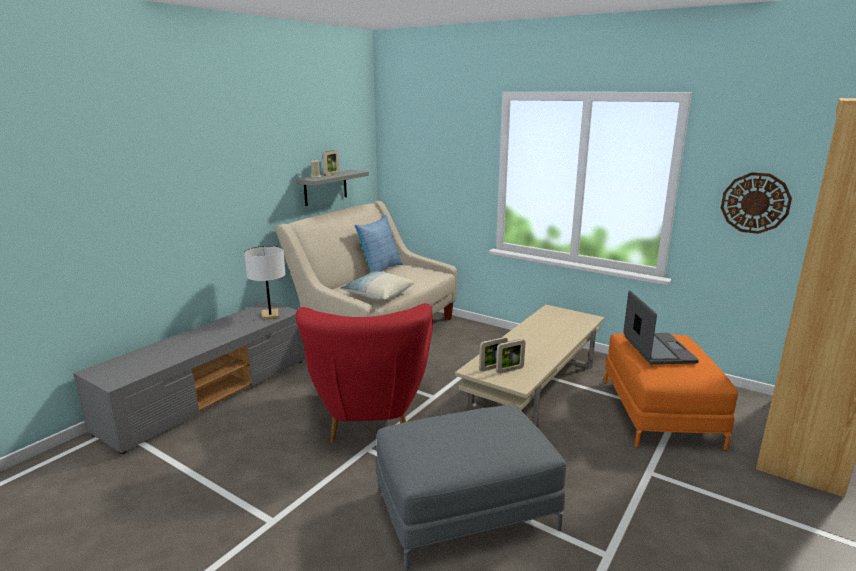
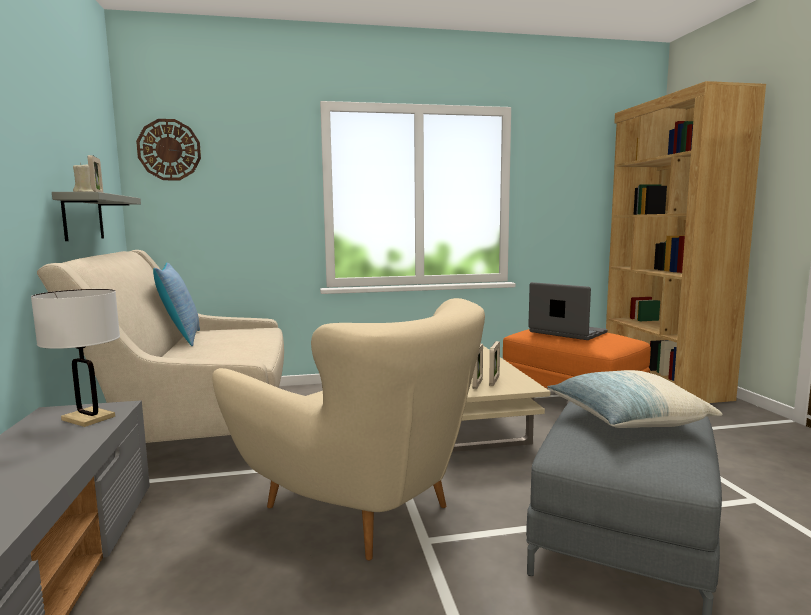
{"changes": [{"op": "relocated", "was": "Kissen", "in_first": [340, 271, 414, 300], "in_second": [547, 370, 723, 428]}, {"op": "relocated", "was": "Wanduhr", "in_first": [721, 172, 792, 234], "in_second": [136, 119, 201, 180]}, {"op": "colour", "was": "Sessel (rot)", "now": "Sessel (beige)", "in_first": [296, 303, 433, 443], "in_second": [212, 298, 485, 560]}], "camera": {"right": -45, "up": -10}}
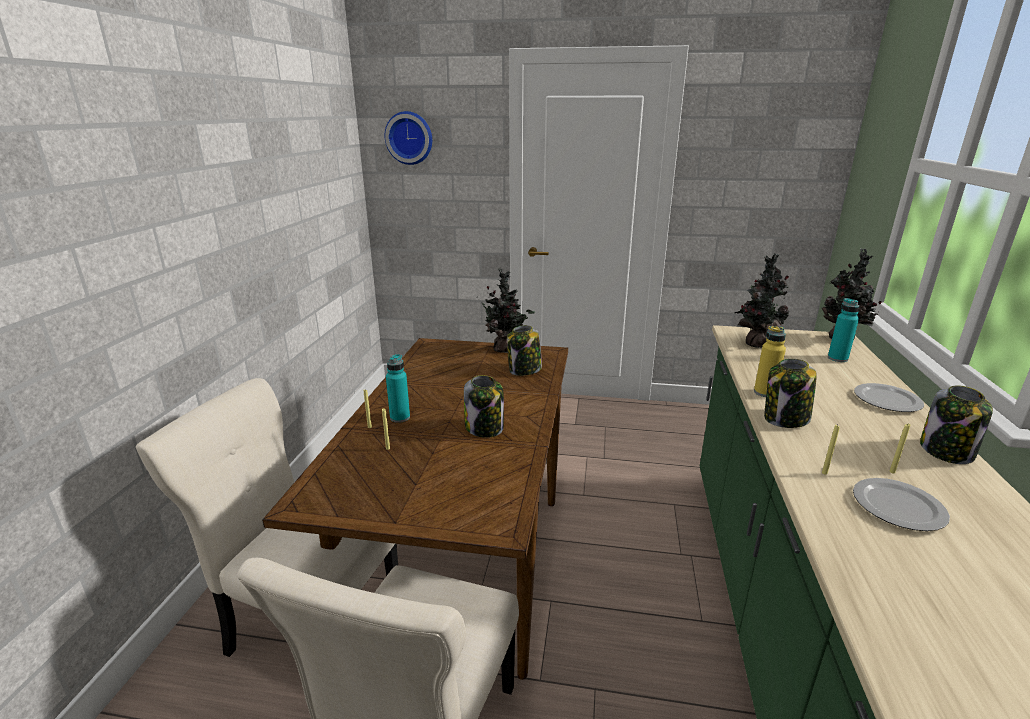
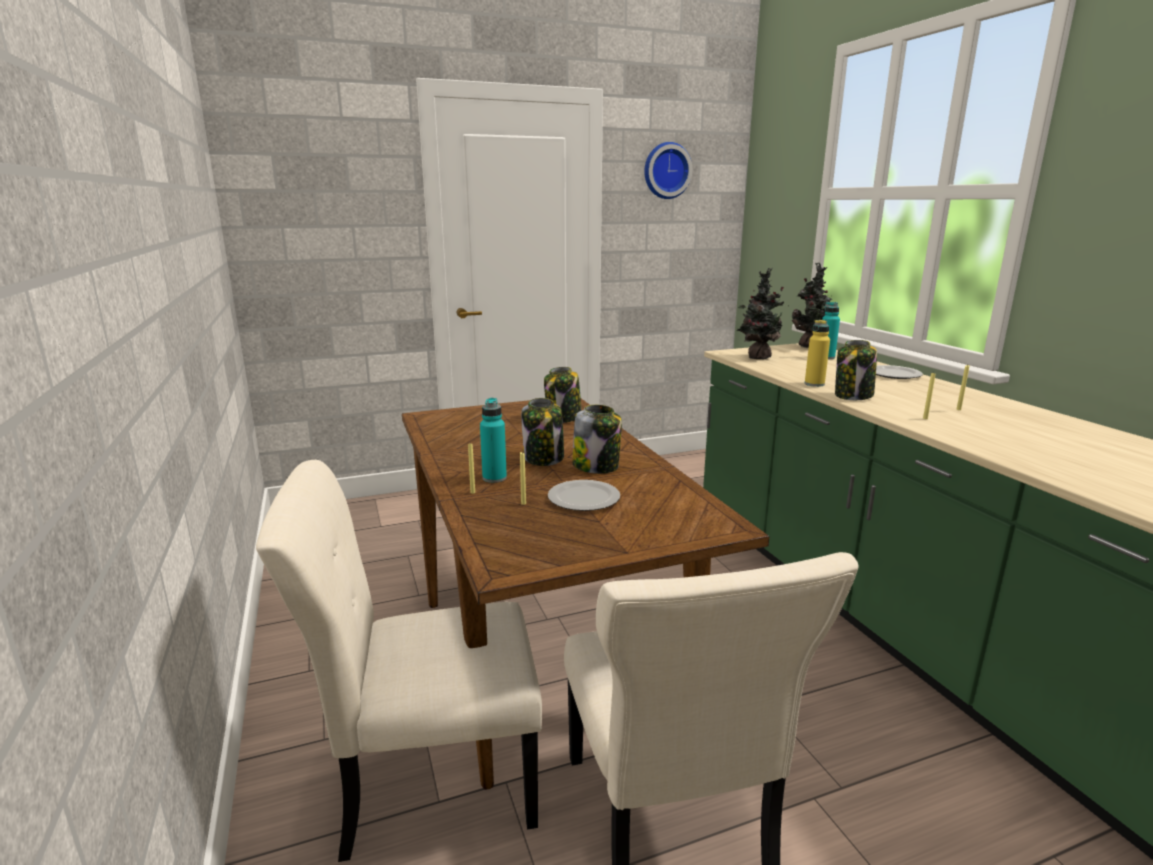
{"changes": [{"op": "missing", "was": "Topfpflanze", "in_first": [481, 268, 535, 353]}, {"op": "relocated", "was": "Wanduhr", "in_first": [385, 111, 432, 165], "in_second": [644, 142, 692, 199]}, {"op": "relocated", "was": "Teller", "in_first": [853, 478, 950, 531], "in_second": [548, 480, 620, 511]}, {"op": "relocated", "was": "Vorratsglas", "in_first": [920, 385, 993, 464], "in_second": [521, 398, 564, 466]}], "camera": {"right": -30, "up": -5}}
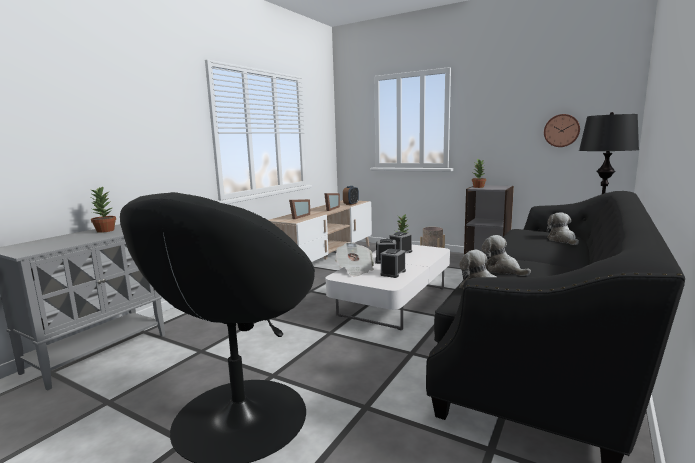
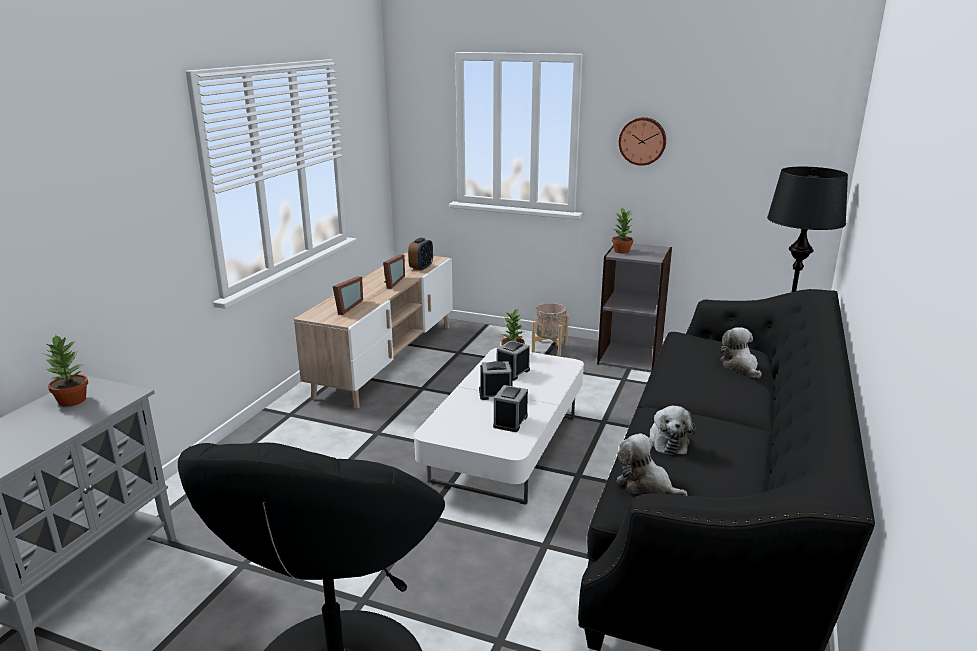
{"changes": [{"op": "missing", "was": "Zeitung", "in_first": [335, 242, 374, 277]}, {"op": "relocated", "was": "Wanduhr", "in_first": [544, 114, 580, 147], "in_second": [619, 117, 666, 166]}, {"op": "spun", "was": "Plüschtier", "in_first": [481, 235, 531, 276], "in_second": [649, 406, 695, 455], "clockwise": -135}], "camera": {"right": -10, "up": 10}}
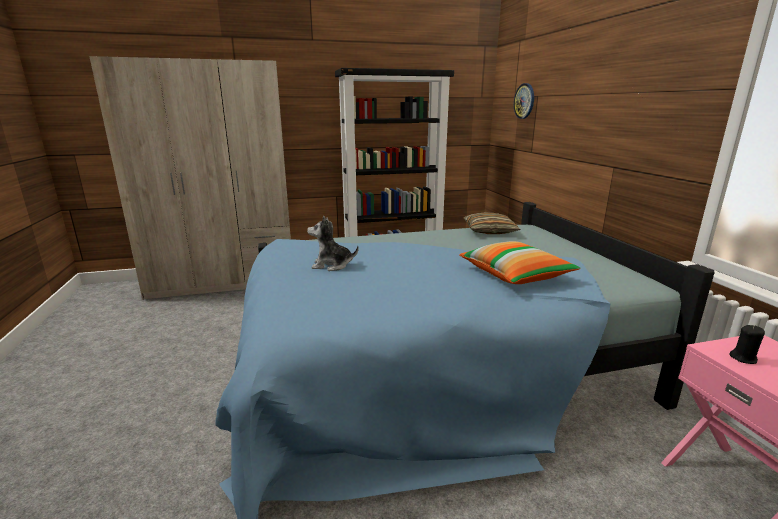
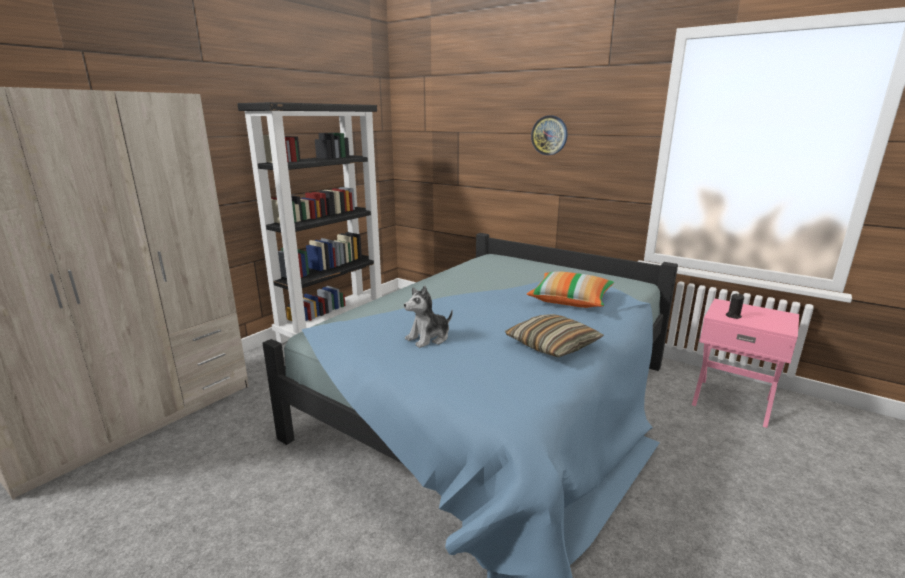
{"changes": [{"op": "relocated", "was": "Kissen", "in_first": [463, 213, 520, 234], "in_second": [505, 314, 604, 357]}, {"op": "relocated", "was": "Wanduhr", "in_first": [514, 83, 534, 119], "in_second": [531, 115, 568, 155]}], "camera": {"right": -40, "up": 0}}
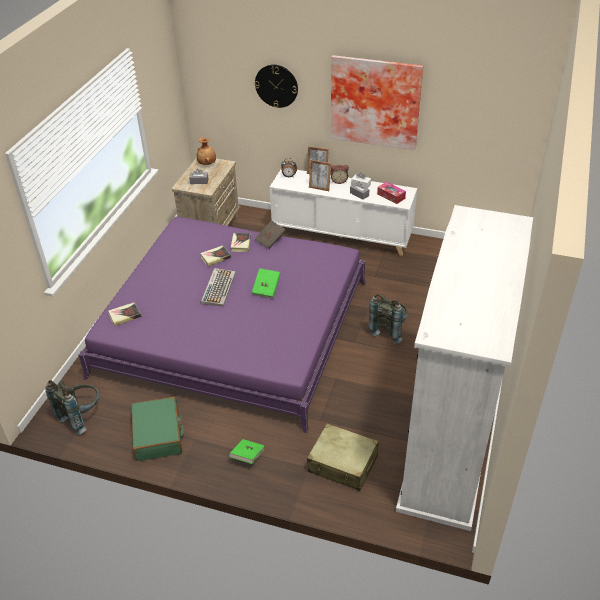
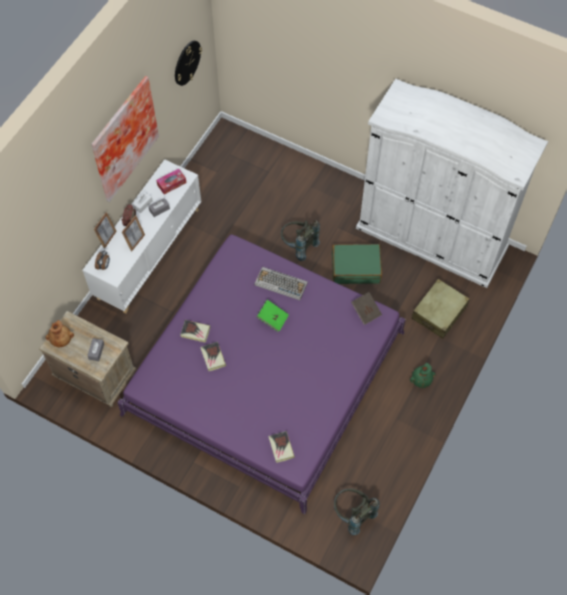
{"changes": [{"op": "relocated", "was": "Koffer (grün)", "in_first": [131, 397, 184, 461], "in_second": [332, 244, 382, 284]}, {"op": "relocated", "was": "Tastatur", "in_first": [200, 268, 236, 307], "in_second": [255, 267, 308, 300]}, {"op": "relocated", "was": "Wanduhr", "in_first": [255, 65, 298, 108], "in_second": [175, 41, 202, 86]}, {"op": "relocated", "was": "Buch (braun)", "in_first": [255, 220, 286, 249], "in_second": [351, 292, 382, 325]}, {"op": "exchanged", "was": "Buch (grün)", "now": "Vase (grün)", "in_first": [229, 439, 265, 464], "in_second": [410, 363, 435, 388]}], "camera": {"right": -80, "up": 20}}
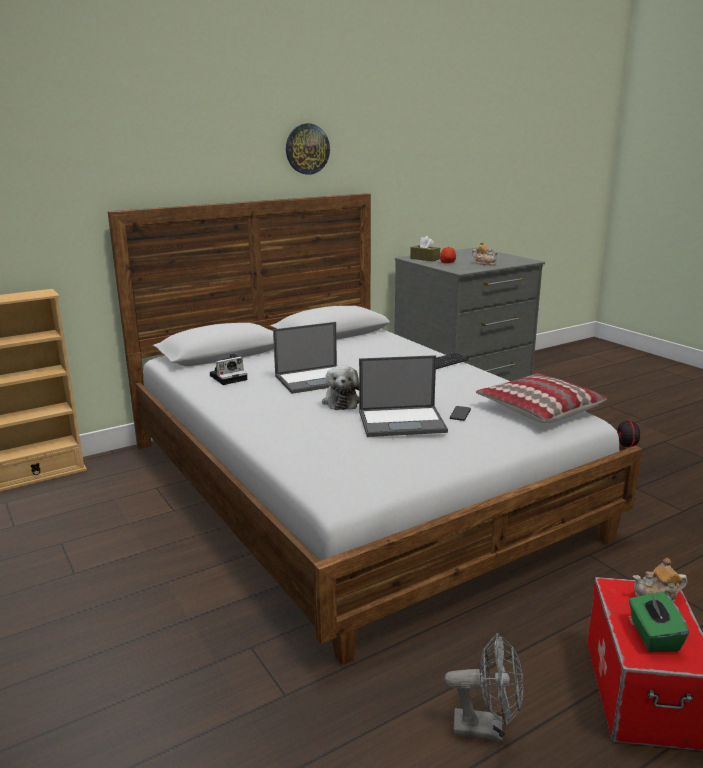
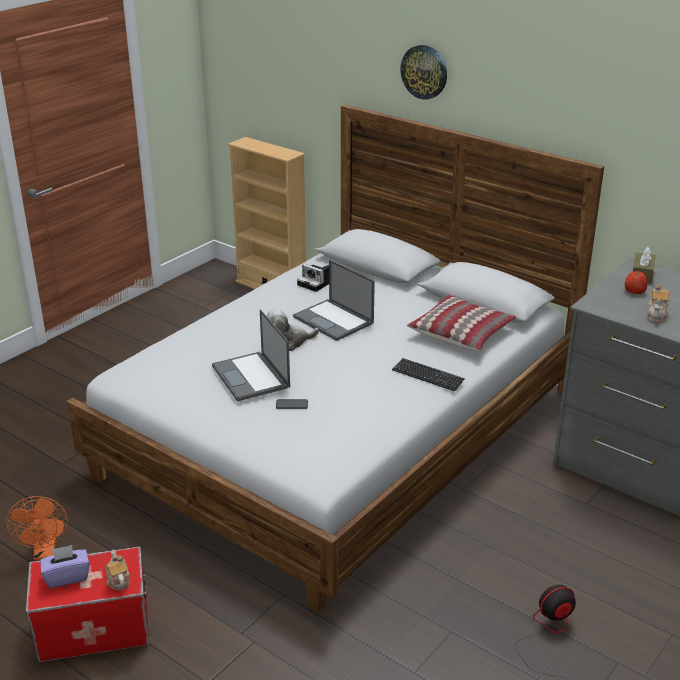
{"changes": [{"op": "relocated", "was": "Wanduhr", "in_first": [286, 124, 330, 175], "in_second": [400, 45, 447, 100]}, {"op": "relocated", "was": "Kissen", "in_first": [476, 373, 607, 423], "in_second": [407, 295, 516, 351]}, {"op": "colour", "was": "Ventilator (grau)", "now": "Ventilator (orange)", "in_first": [444, 633, 524, 742], "in_second": [6, 496, 68, 560]}, {"op": "colour", "was": "Taschentuchbox (grün)", "now": "Taschentuchbox (lila)", "in_first": [629, 591, 689, 652], "in_second": [40, 545, 89, 588]}], "camera": {"right": 70, "up": 10}}
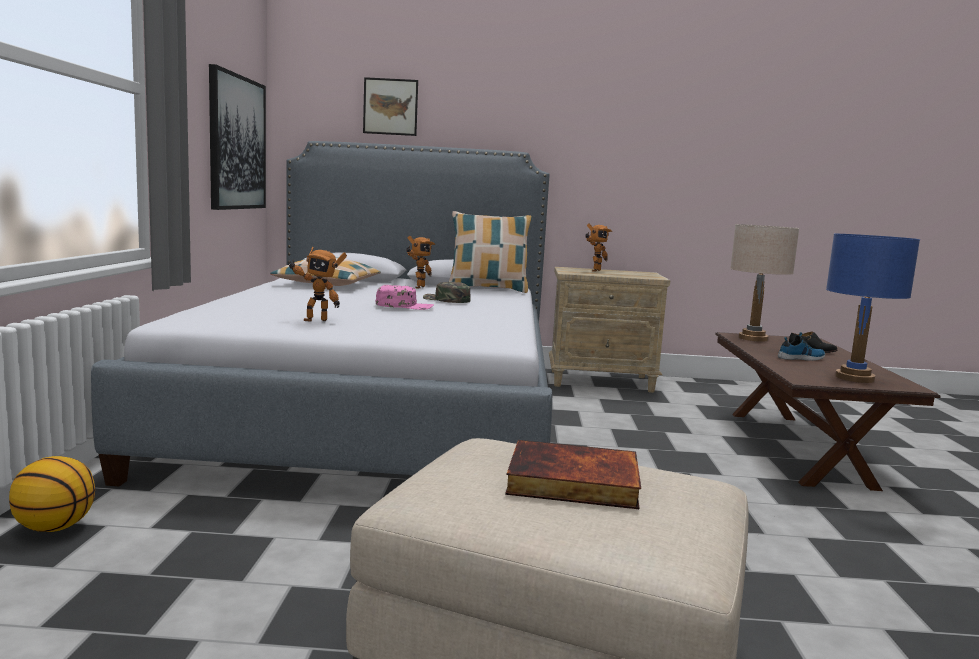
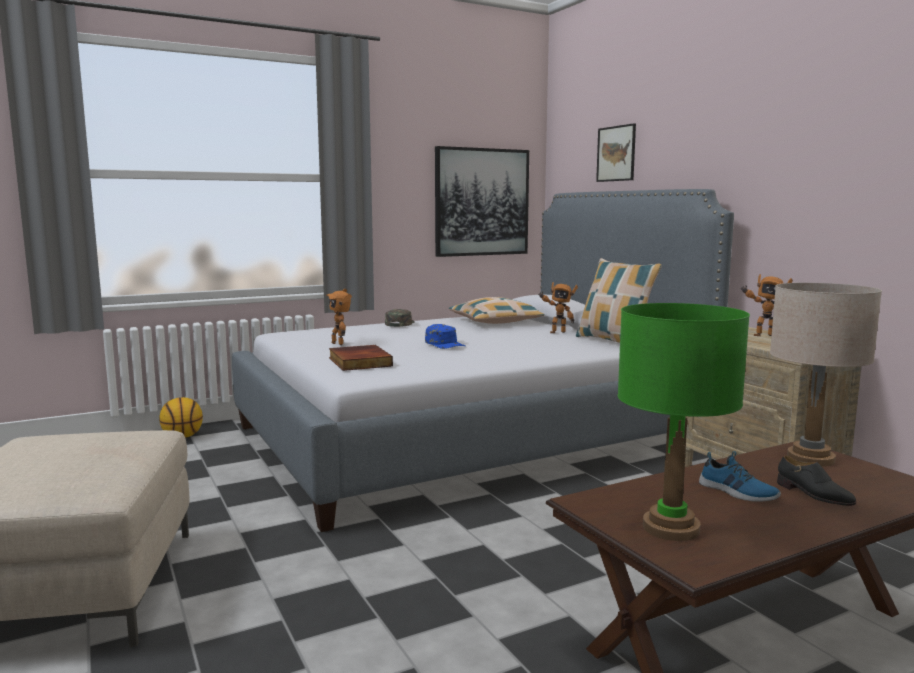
{"changes": [{"op": "relocated", "was": "Kappe (grün)", "in_first": [423, 282, 471, 303], "in_second": [385, 309, 415, 327]}, {"op": "relocated", "was": "Buch", "in_first": [505, 440, 641, 509], "in_second": [329, 345, 393, 371]}, {"op": "colour", "was": "Kappe (rosa)", "now": "Kappe (blau)", "in_first": [376, 285, 434, 310], "in_second": [425, 324, 465, 349]}, {"op": "colour", "was": "Tischlampe (blau)", "now": "Tischlampe (grün)", "in_first": [826, 234, 920, 383], "in_second": [617, 303, 750, 541]}], "camera": {"right": 60, "up": 0}}
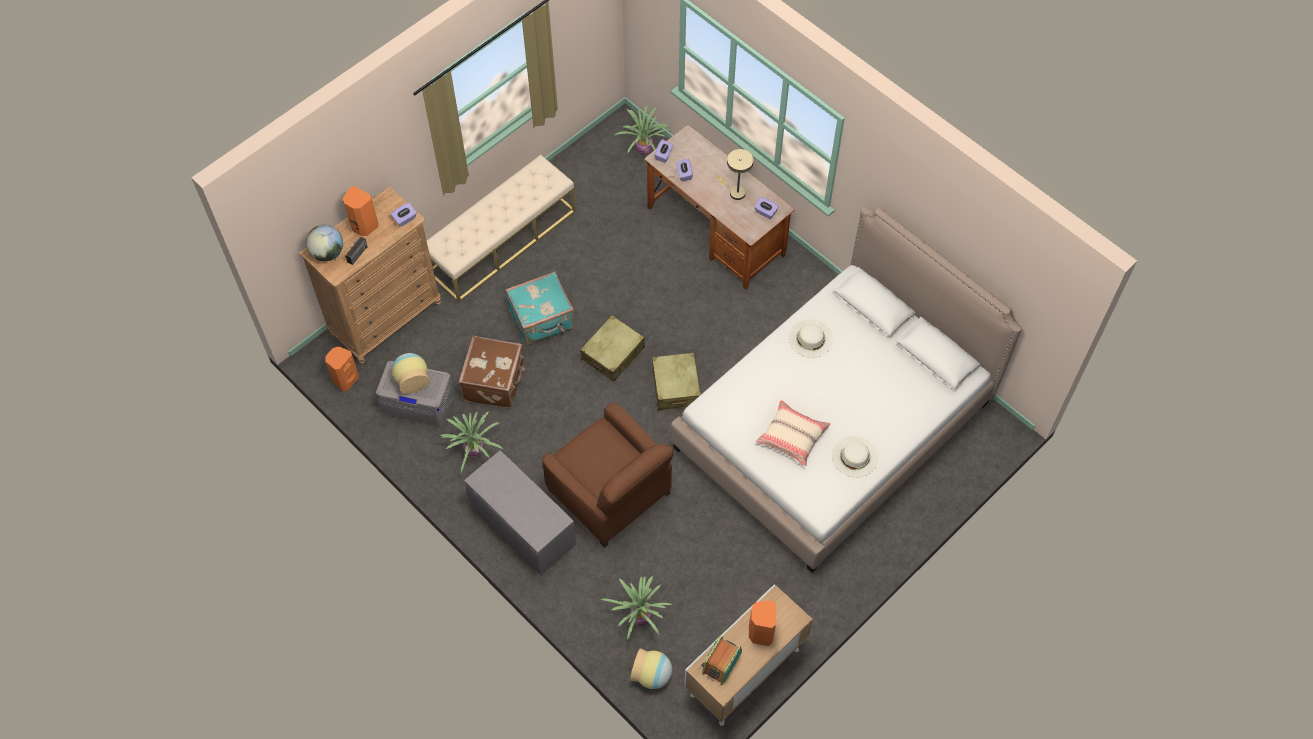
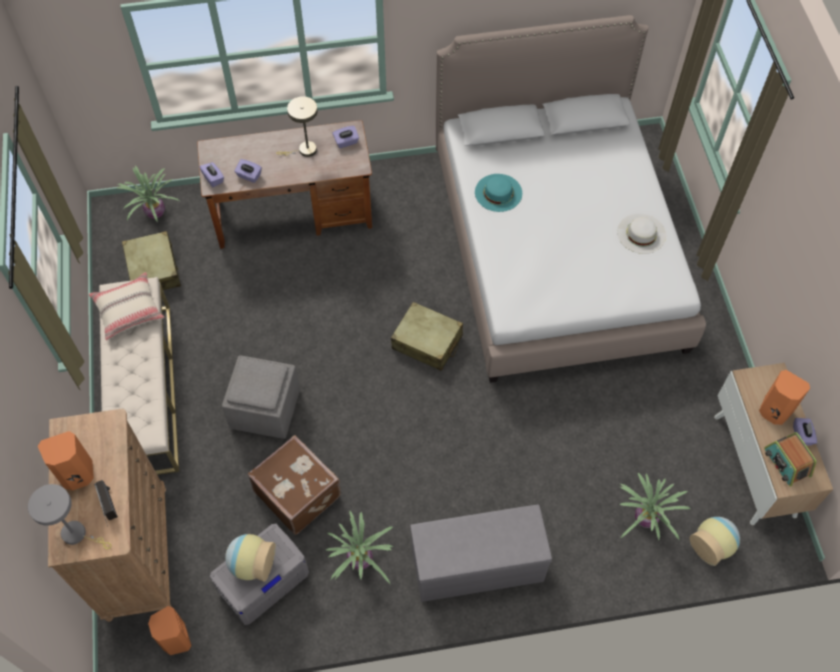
{"changes": [{"op": "missing", "was": "Sessel (braun)", "in_first": [542, 402, 673, 548]}, {"op": "relocated", "was": "Taschentuchbox (lila)", "in_first": [391, 203, 417, 227], "in_second": [793, 418, 817, 446]}, {"op": "relocated", "was": "Koffer (beige)", "in_first": [580, 315, 645, 381], "in_second": [122, 231, 181, 290]}, {"op": "relocated", "was": "Kissen (beige)", "in_first": [756, 400, 831, 466], "in_second": [89, 272, 165, 340]}, {"op": "exchanged", "was": "Globus", "now": "Tischlampe (grau)", "in_first": [306, 225, 343, 261], "in_second": [28, 484, 111, 549]}, {"op": "exchanged", "was": "Koffer (türkis)", "now": "Polsterhocker (grau)", "in_first": [505, 271, 575, 346], "in_second": [222, 355, 300, 439]}, {"op": "colour", "was": "Hut (weiß)", "now": "Hut (türkis)", "in_first": [789, 320, 833, 358], "in_second": [475, 174, 522, 212]}], "camera": {"right": -55, "up": 0}}
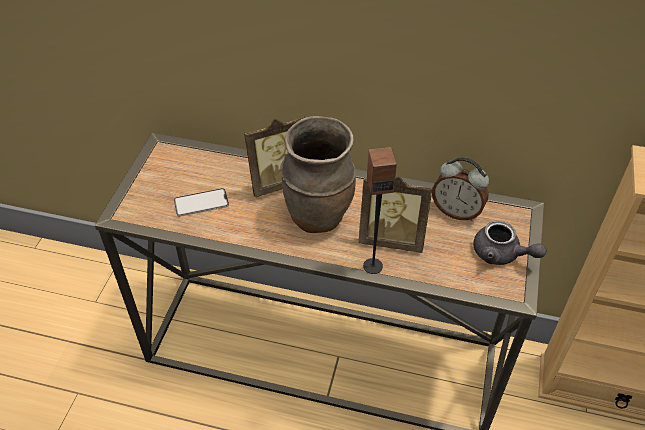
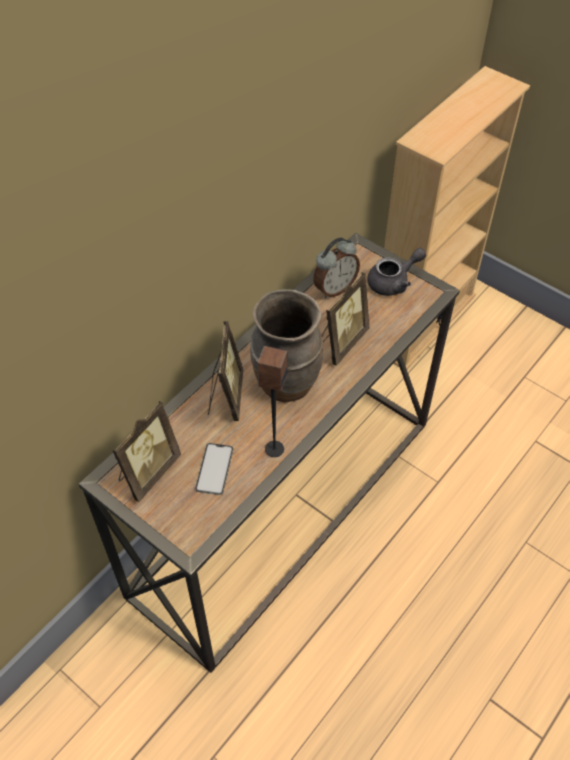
{"changes": [{"op": "appeared", "now": "Bilderrahmen", "in_second": [112, 401, 181, 502]}, {"op": "relocated", "was": "Lautsprecher", "in_first": [363, 147, 397, 274], "in_second": [257, 346, 287, 457]}], "camera": {"right": -65, "up": 5}}
